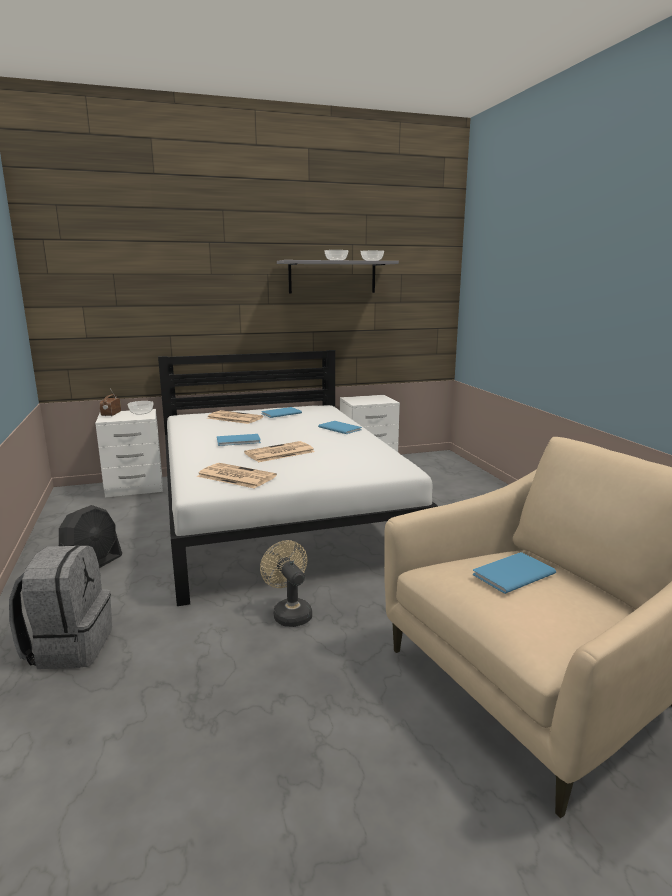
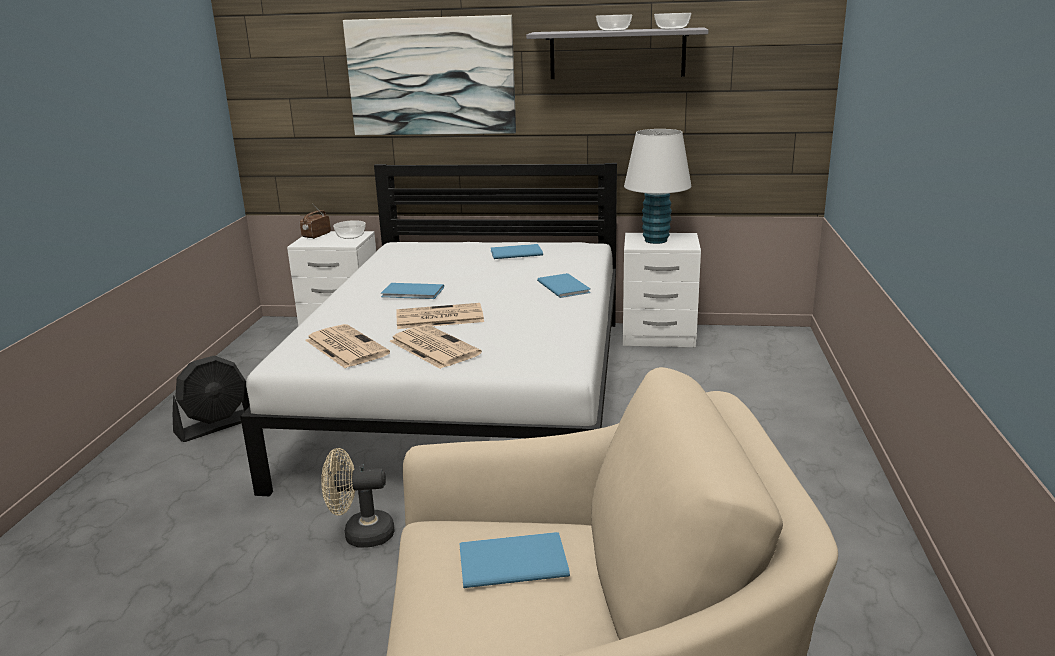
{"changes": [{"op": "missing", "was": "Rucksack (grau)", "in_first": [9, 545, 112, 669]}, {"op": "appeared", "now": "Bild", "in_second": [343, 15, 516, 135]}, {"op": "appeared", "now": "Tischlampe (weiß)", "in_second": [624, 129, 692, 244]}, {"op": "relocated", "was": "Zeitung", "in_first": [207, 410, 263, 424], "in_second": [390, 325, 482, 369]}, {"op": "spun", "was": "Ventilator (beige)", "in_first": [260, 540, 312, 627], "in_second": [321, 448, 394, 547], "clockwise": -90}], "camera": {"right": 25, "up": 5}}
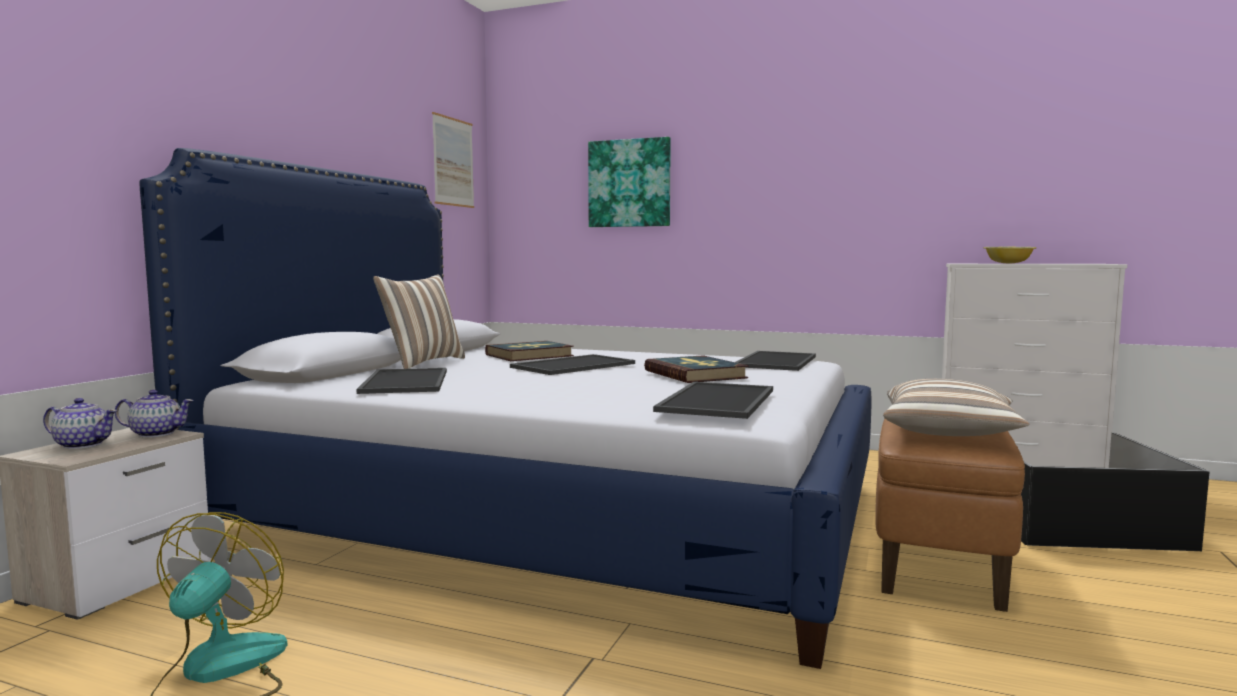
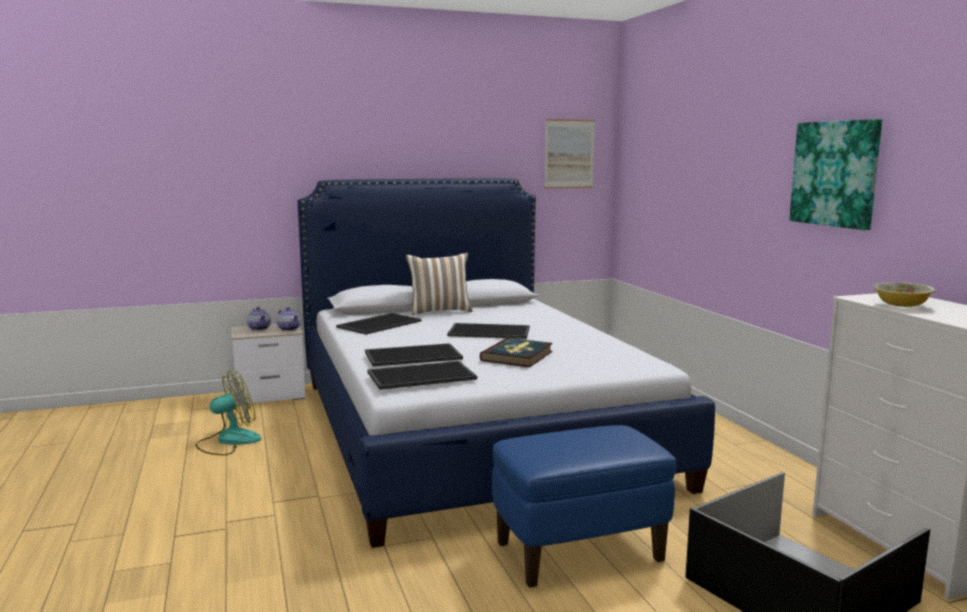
{"changes": [{"op": "missing", "was": "Buch", "in_first": [485, 341, 574, 361]}, {"op": "missing", "was": "Kissen", "in_first": [883, 379, 1030, 436]}, {"op": "relocated", "was": "Bild", "in_first": [588, 137, 671, 227], "in_second": [789, 119, 882, 230]}, {"op": "relocated", "was": "Tablett", "in_first": [735, 351, 816, 371], "in_second": [365, 343, 463, 367]}, {"op": "colour", "was": "Polsterhocker (braun)", "now": "Polsterhocker (blau)", "in_first": [875, 419, 1025, 612], "in_second": [492, 425, 676, 588]}], "camera": {"right": 50, "up": 5}}
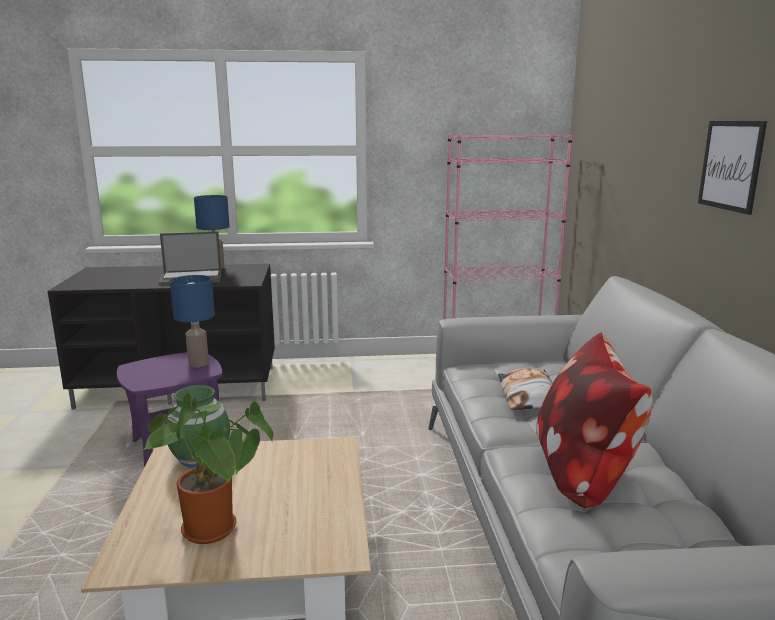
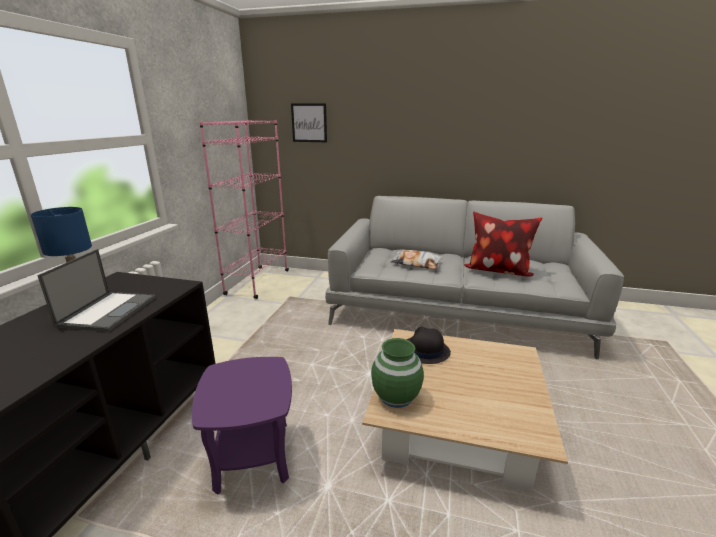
{"changes": [{"op": "missing", "was": "Topfpflanze", "in_first": [143, 393, 274, 544]}, {"op": "missing", "was": "Tischlampe (blau)", "in_first": [170, 275, 215, 367]}, {"op": "appeared", "now": "Hut (schwarz)", "in_second": [407, 327, 451, 364]}, {"op": "relocated", "was": "Bild", "in_first": [698, 121, 767, 215], "in_second": [291, 103, 327, 142]}], "camera": {"right": -70, "up": 5}}
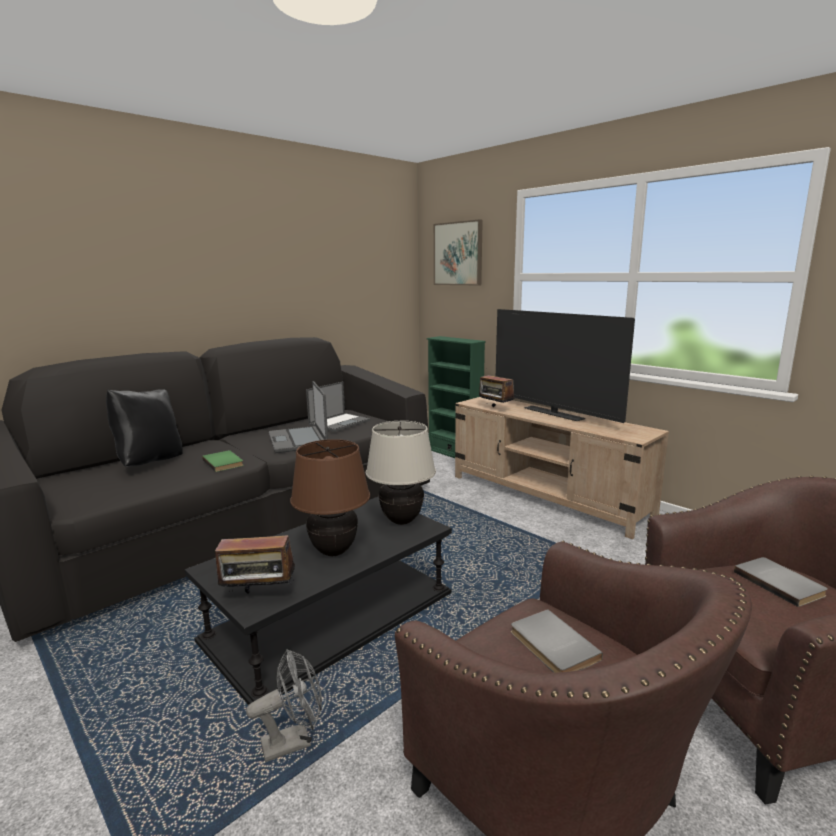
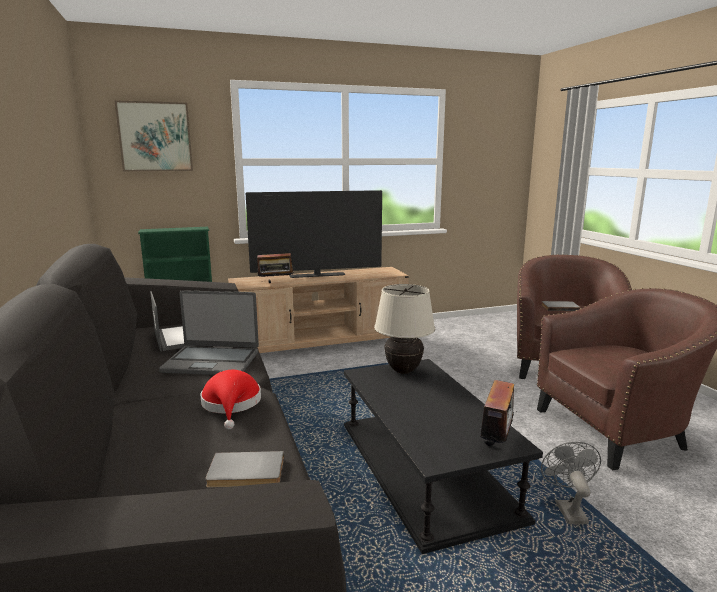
{"changes": [{"op": "missing", "was": "Kissen (schwarz)", "in_first": [106, 389, 183, 467]}, {"op": "missing", "was": "Tischlampe (braun)", "in_first": [290, 439, 370, 556]}, {"op": "relocated", "was": "Buch (grau)", "in_first": [511, 609, 603, 673], "in_second": [205, 451, 284, 488]}, {"op": "exchanged", "was": "Buch (grün)", "now": "Hut (rot)", "in_first": [202, 450, 244, 472], "in_second": [201, 370, 261, 429]}], "camera": {"right": -65, "up": 0}}
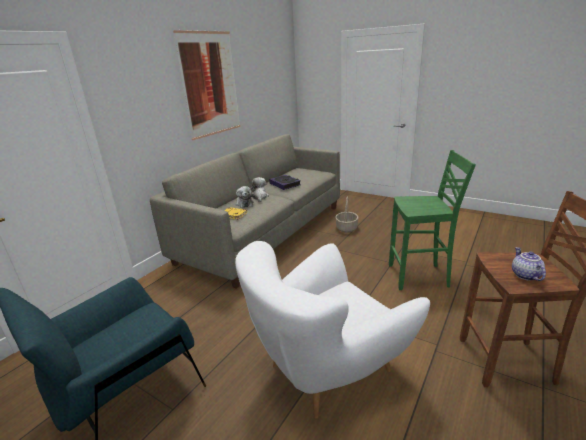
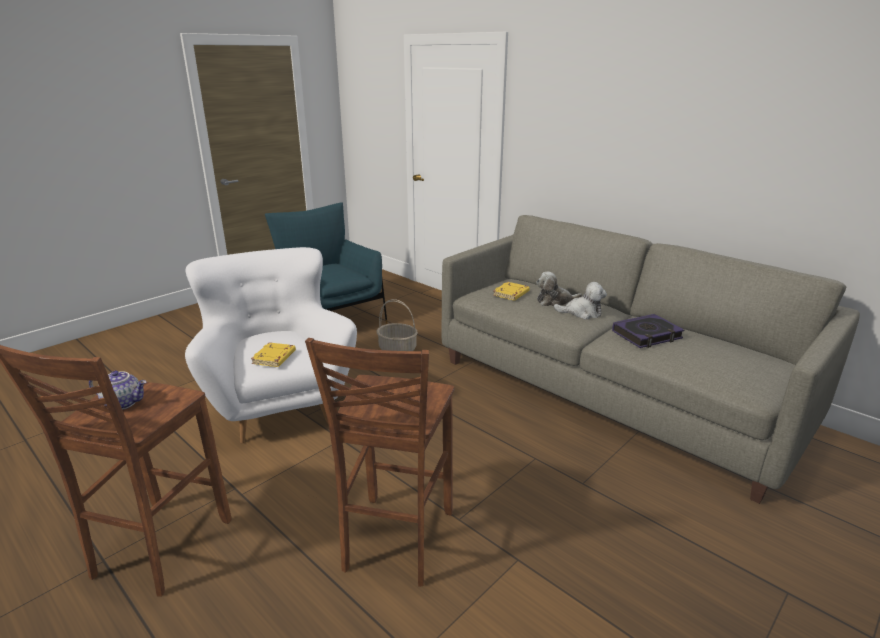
{"changes": [{"op": "missing", "was": "Bild", "in_first": [173, 30, 240, 140]}, {"op": "appeared", "now": "Buch (gelb)", "in_second": [251, 342, 296, 367]}, {"op": "relocated", "was": "Korb", "in_first": [335, 197, 358, 233], "in_second": [377, 299, 418, 351]}, {"op": "colour", "was": "Hocker (grün)", "now": "Hocker (braun)", "in_first": [389, 150, 476, 290], "in_second": [305, 338, 454, 586]}], "camera": {"right": 100, "up": 0}}
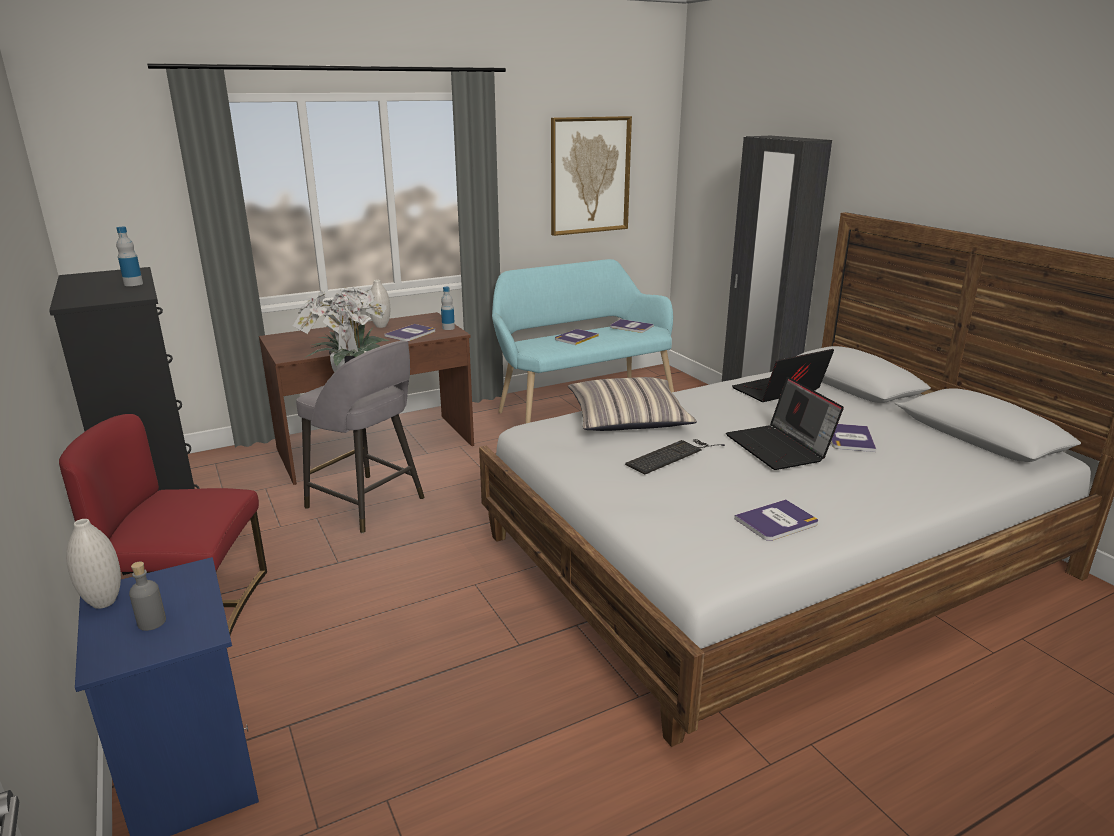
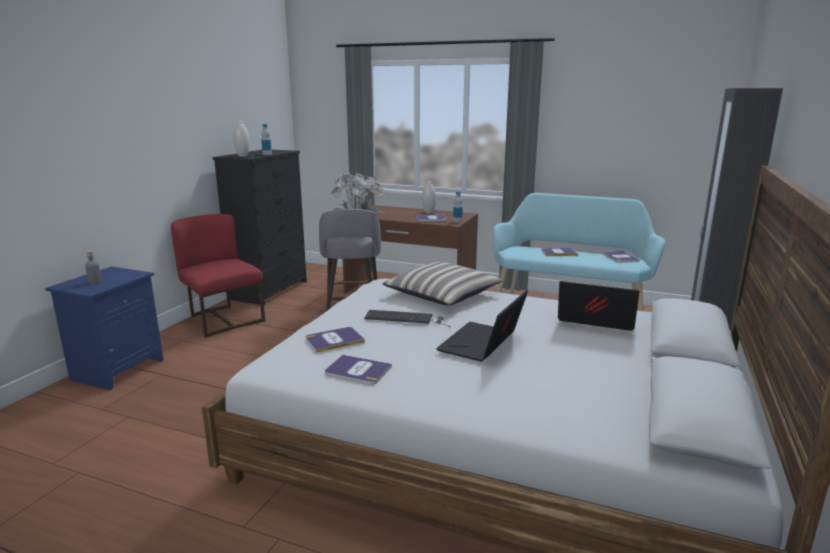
{"changes": [{"op": "missing", "was": "Bild", "in_first": [551, 116, 632, 236]}, {"op": "relocated", "was": "Vase (weiß)", "in_first": [66, 519, 121, 609], "in_second": [233, 121, 250, 157]}, {"op": "relocated", "was": "Buch", "in_first": [831, 424, 876, 452], "in_second": [305, 327, 365, 353]}], "camera": {"right": 50, "up": -5}}
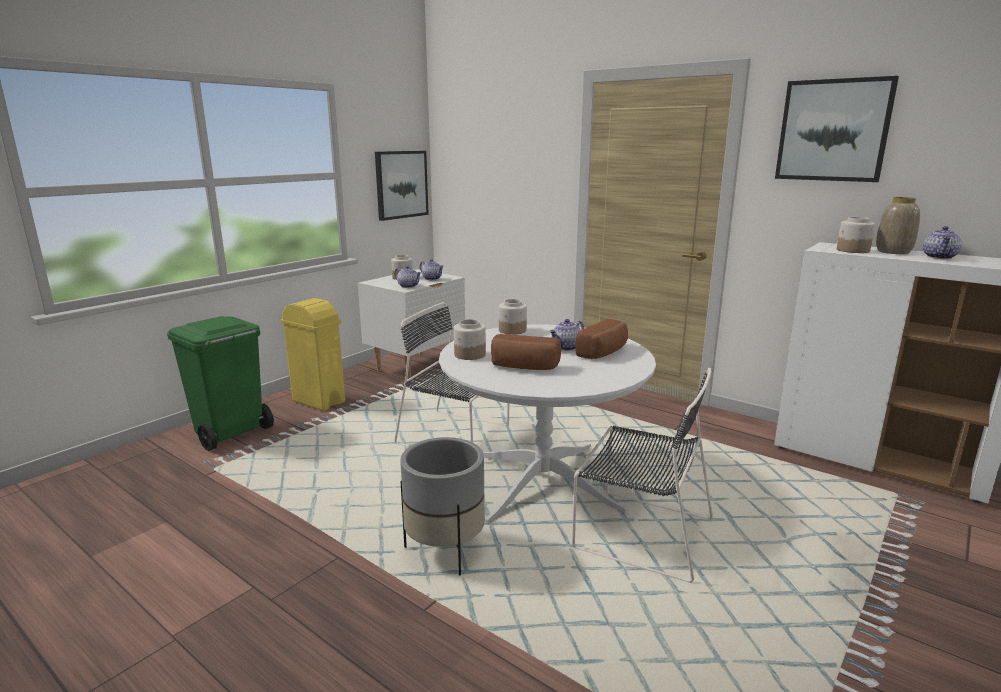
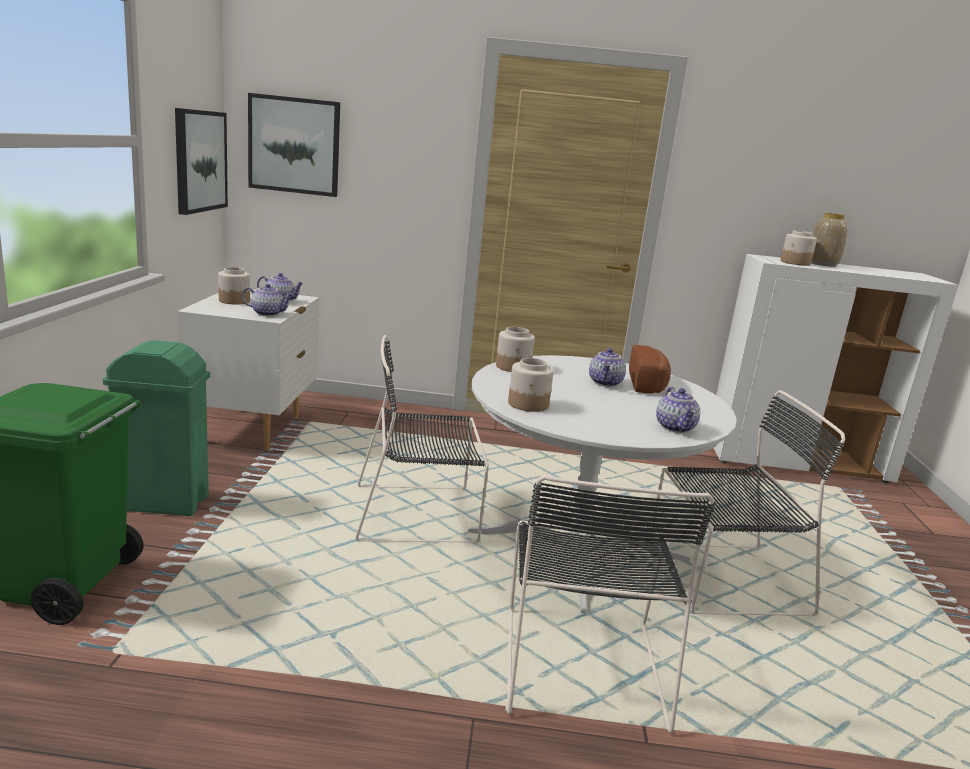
{"changes": [{"op": "missing", "was": "Brot", "in_first": [491, 334, 561, 370]}, {"op": "relocated", "was": "Bild", "in_first": [775, 76, 899, 182], "in_second": [248, 93, 340, 197]}, {"op": "relocated", "was": "Teekanne", "in_first": [923, 226, 962, 259], "in_second": [656, 387, 700, 433]}, {"op": "exchanged", "was": "Pflanzkübel (grau)", "now": "Stuhl (schwarz)", "in_first": [400, 437, 485, 576], "in_second": [506, 475, 715, 733]}, {"op": "colour", "was": "Mülleimer (gelb)", "now": "Mülleimer (grün)", "in_first": [280, 298, 345, 411], "in_second": [103, 340, 210, 516]}], "camera": {"right": -35, "up": 0}}
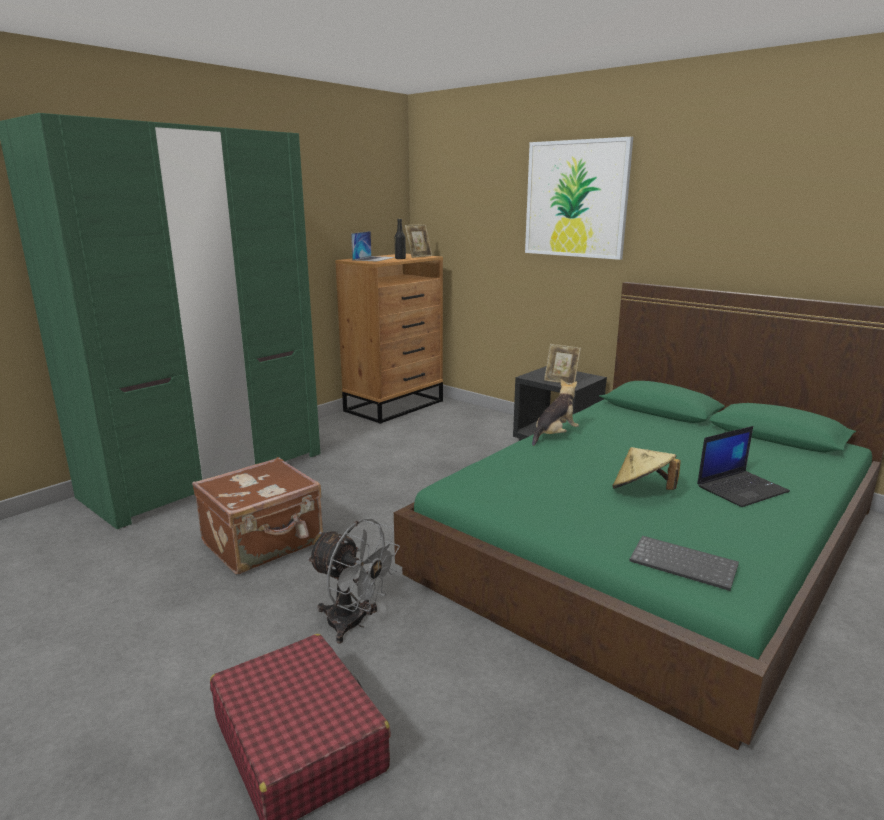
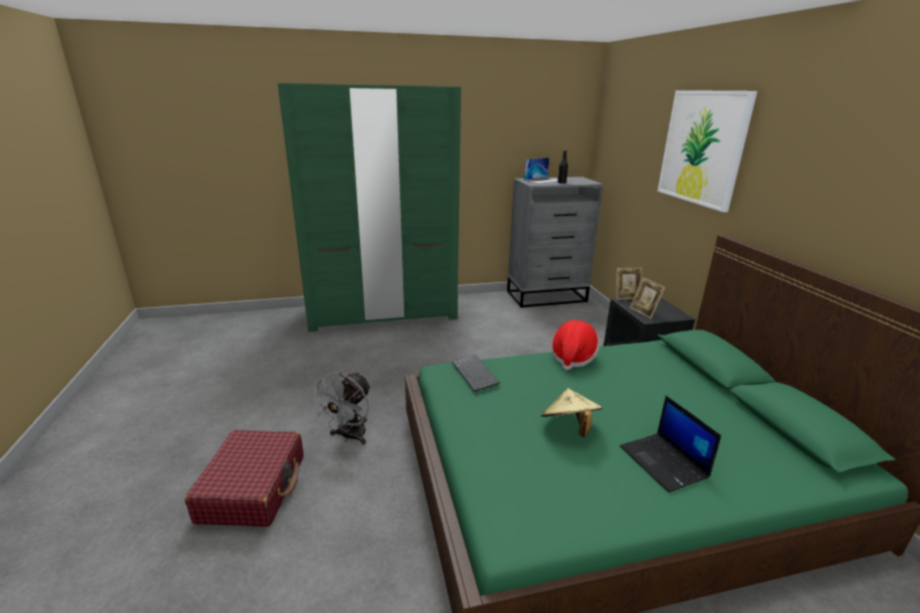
{"changes": [{"op": "missing", "was": "Koffer (braun)", "in_first": [192, 457, 323, 574]}, {"op": "relocated", "was": "Bilderrahmen", "in_first": [405, 224, 432, 258], "in_second": [616, 268, 642, 300]}, {"op": "relocated", "was": "Tastatur", "in_first": [629, 536, 739, 591], "in_second": [452, 355, 500, 392]}, {"op": "exchanged", "was": "Plüschtier", "now": "Hut", "in_first": [532, 379, 579, 446], "in_second": [551, 320, 599, 370]}, {"op": "colour", "was": "Kommode (braun)", "now": "Kommode (grau)", "in_first": [335, 254, 443, 424], "in_second": [507, 177, 603, 308]}, {"op": "spun", "was": "Ventilator (grau)", "in_first": [307, 518, 400, 643], "in_second": [310, 372, 371, 445], "clockwise": 45}, {"op": "spun", "was": "Laptop", "in_first": [697, 426, 790, 507], "in_second": [620, 396, 721, 493], "clockwise": 60}], "camera": {"right": 35, "up": 5}}
